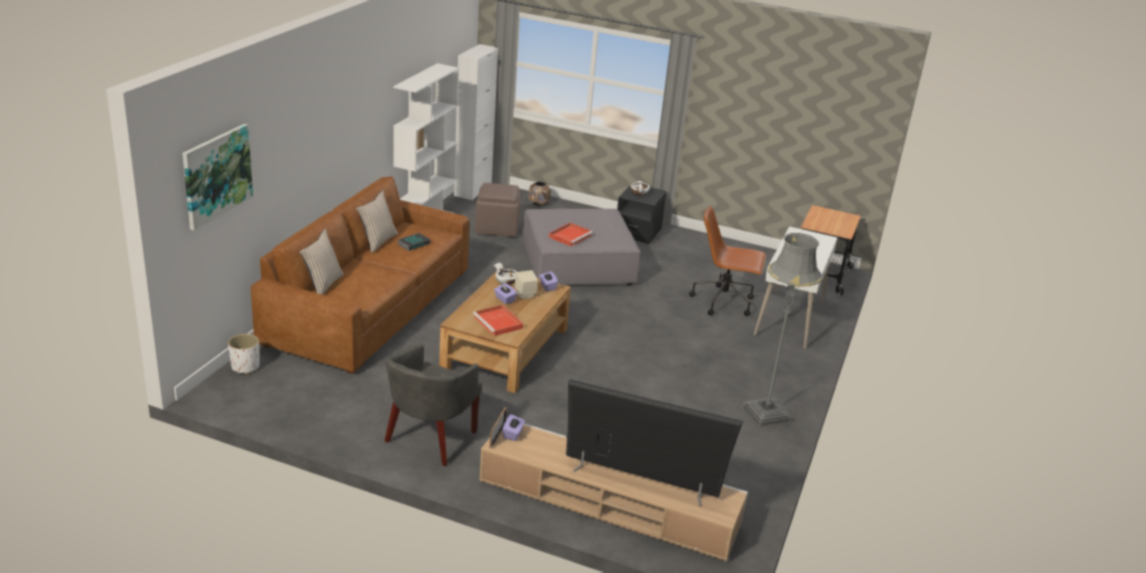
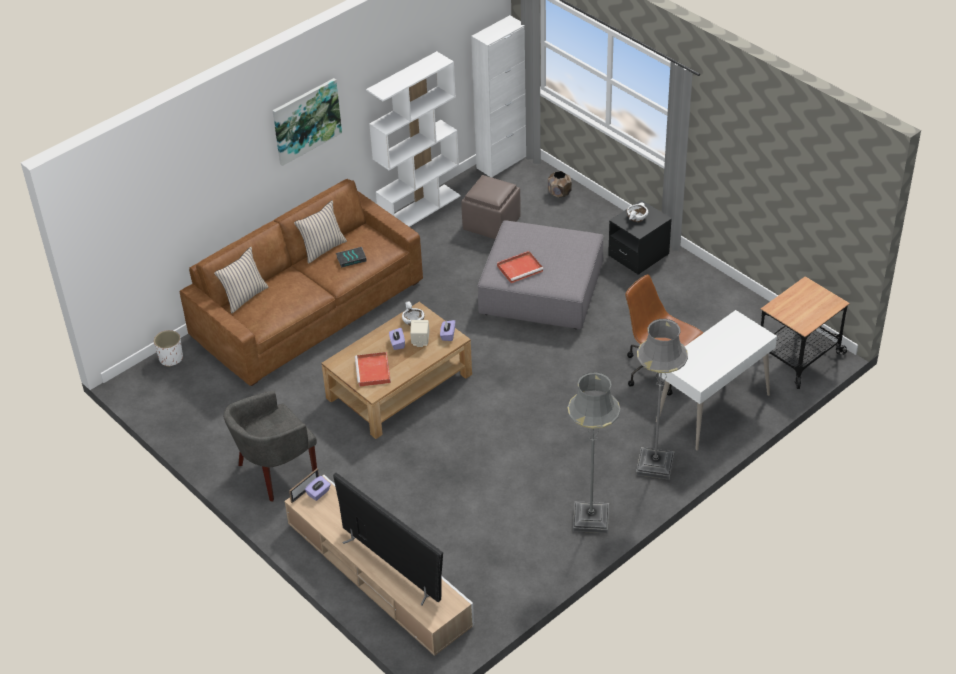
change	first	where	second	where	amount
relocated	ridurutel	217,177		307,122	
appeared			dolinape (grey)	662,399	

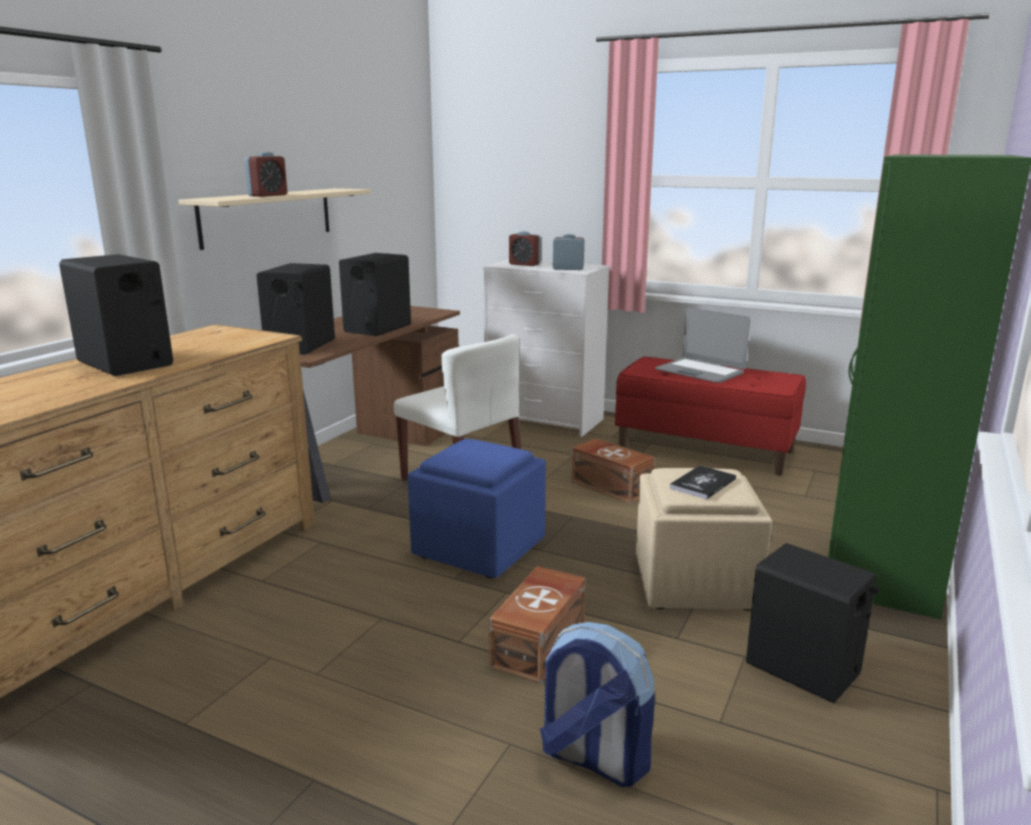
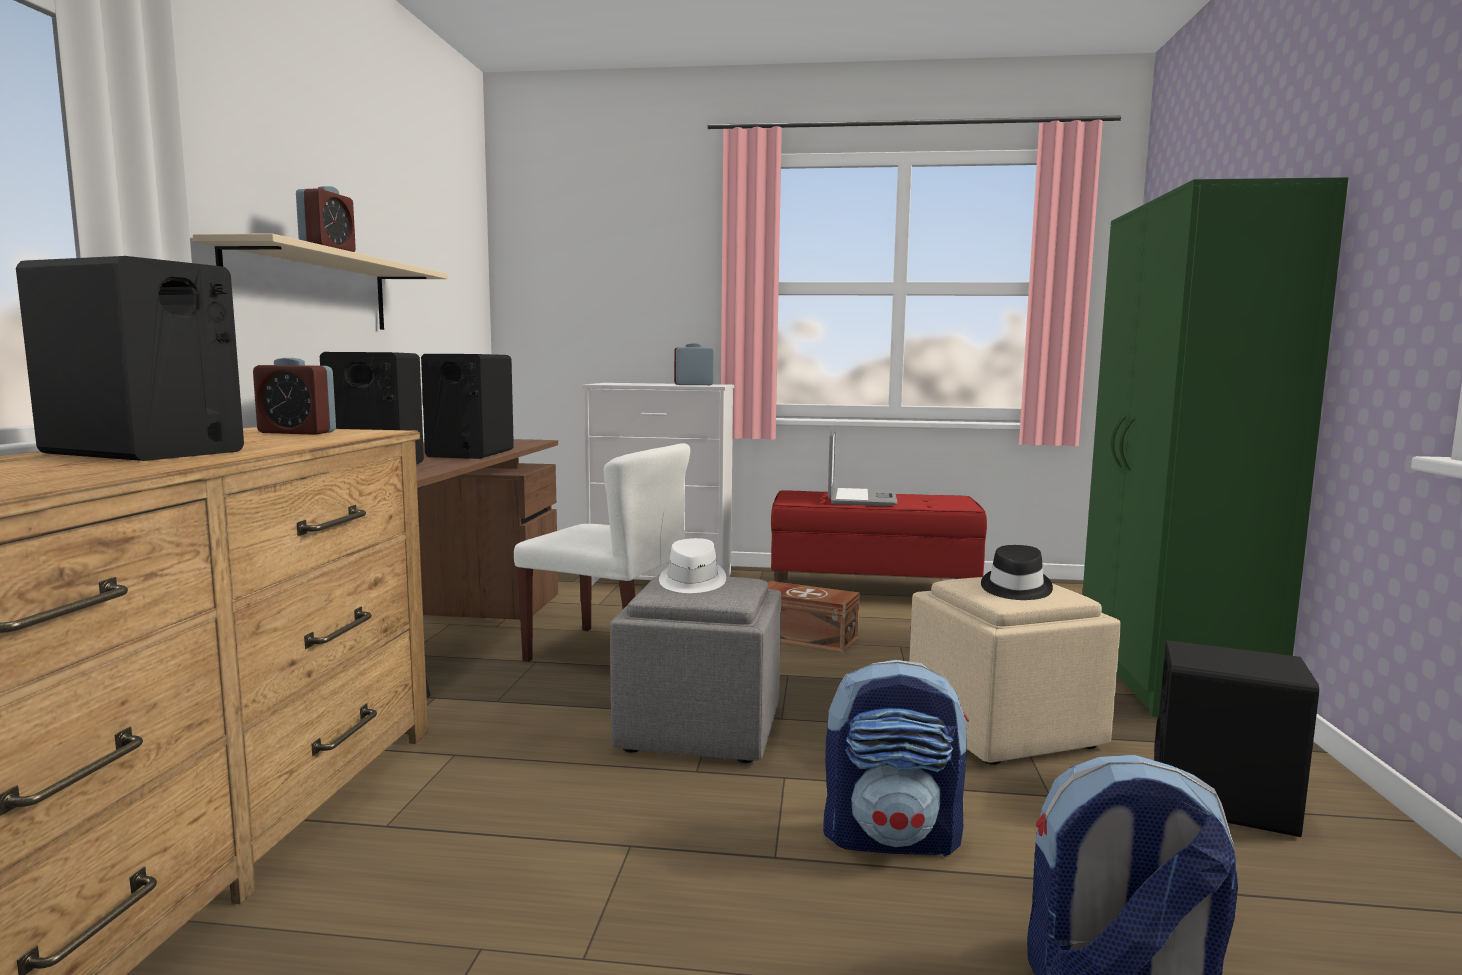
change	first	where	second	where	amount
colour	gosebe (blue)	477,508	gosebe (grey)	695,669	
exchanged	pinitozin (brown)	537,625	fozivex	896,758	
relocated	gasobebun	525,248		294,396	
spun	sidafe	702,345		863,466	105 degrees counterclockwise
exchanged	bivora	702,482	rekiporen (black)	1017,572	
appeared			rekiporen (white)	692,565	

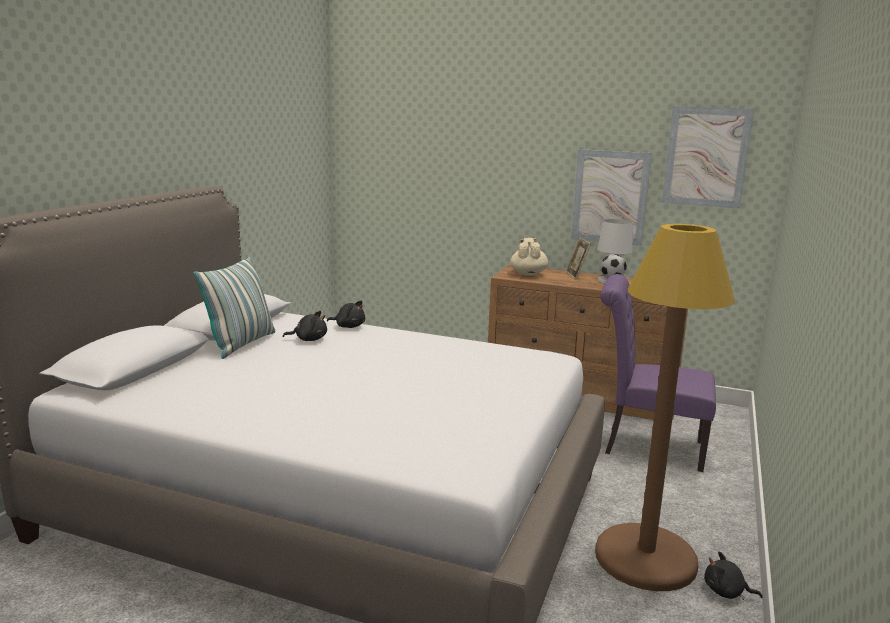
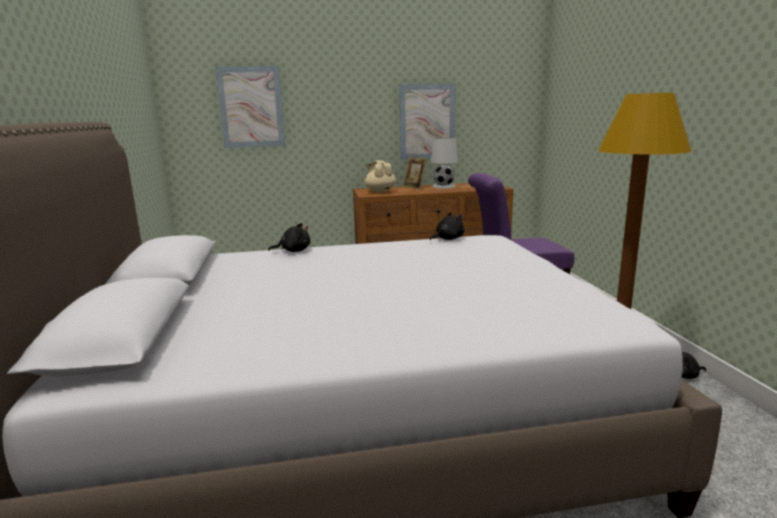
change	first	where	second	where	amount
missing	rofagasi	234,308			
relocated	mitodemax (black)	305,326		447,226	
relocated	ridurutel	708,157		250,107	

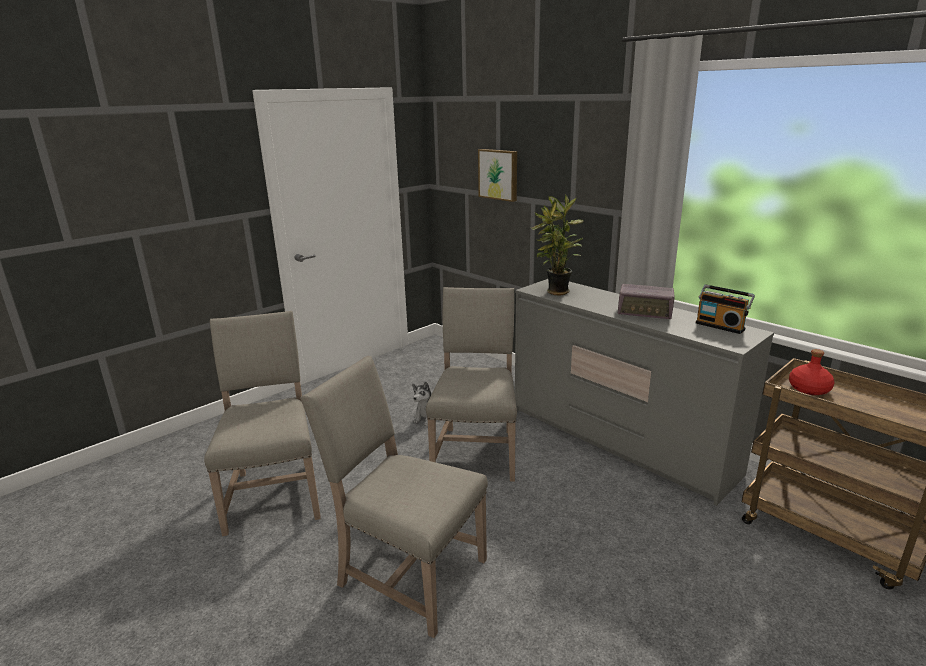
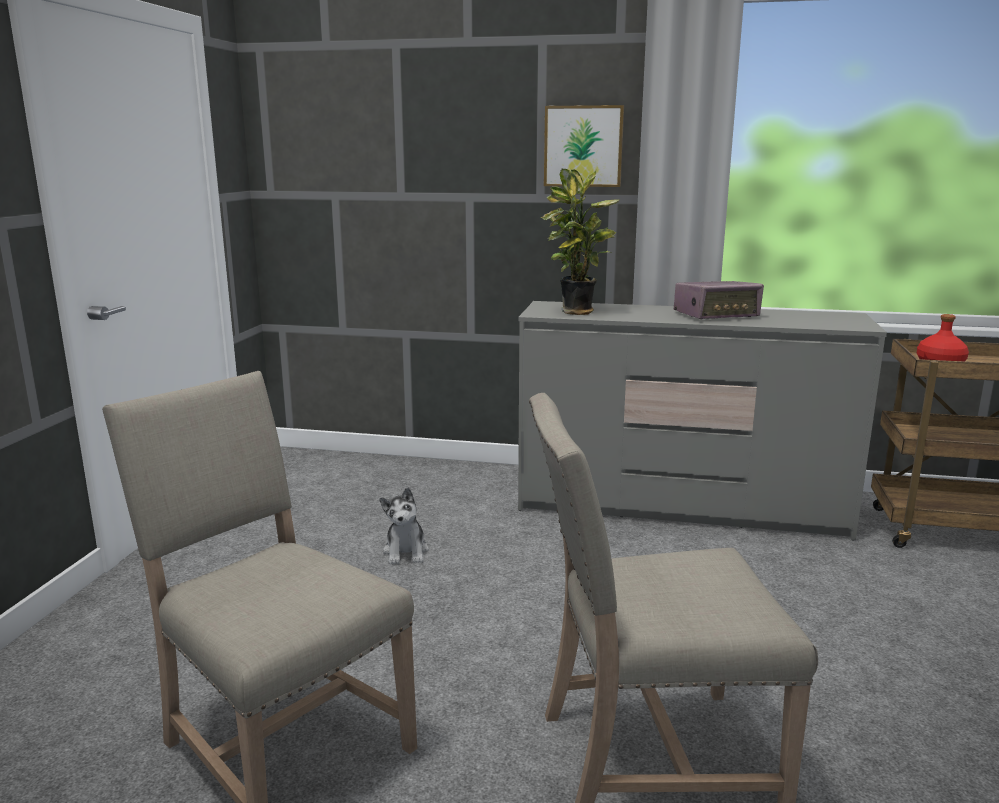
change	first	where	second	where	amount
missing	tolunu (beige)	471,384			
relocated	ridurutel	497,175		584,146	
missing	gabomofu	725,309			

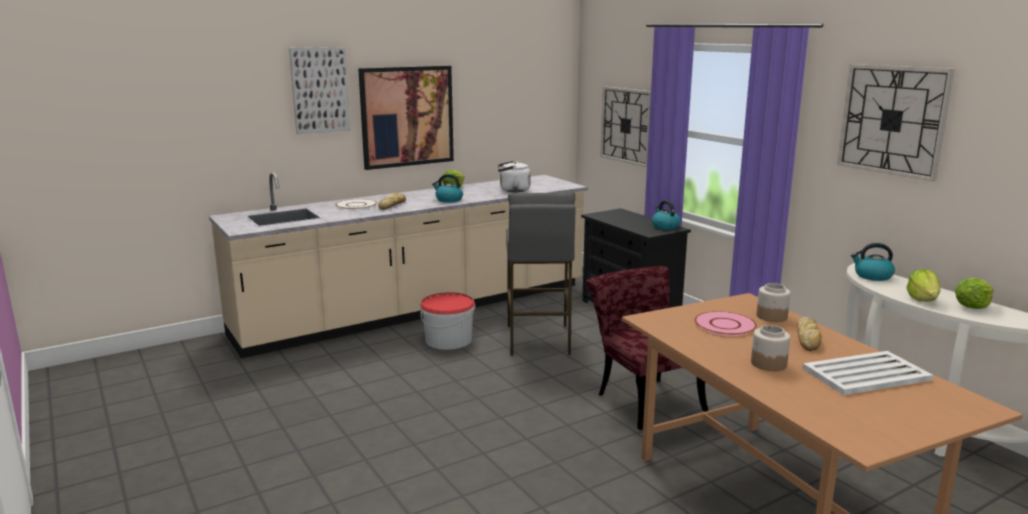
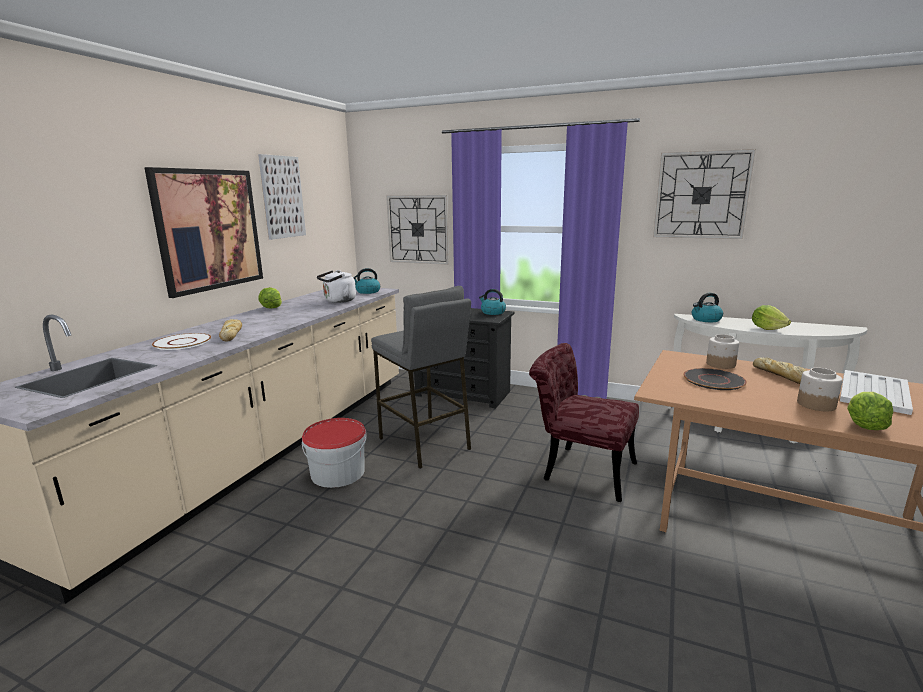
change	first	where	second	where	amount
relocated	ridurutel	320,90		282,197	
relocated	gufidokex	447,188		366,281	
colour	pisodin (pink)	725,323	pisodin (black)	715,379	
relocated	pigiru	974,293		870,411	

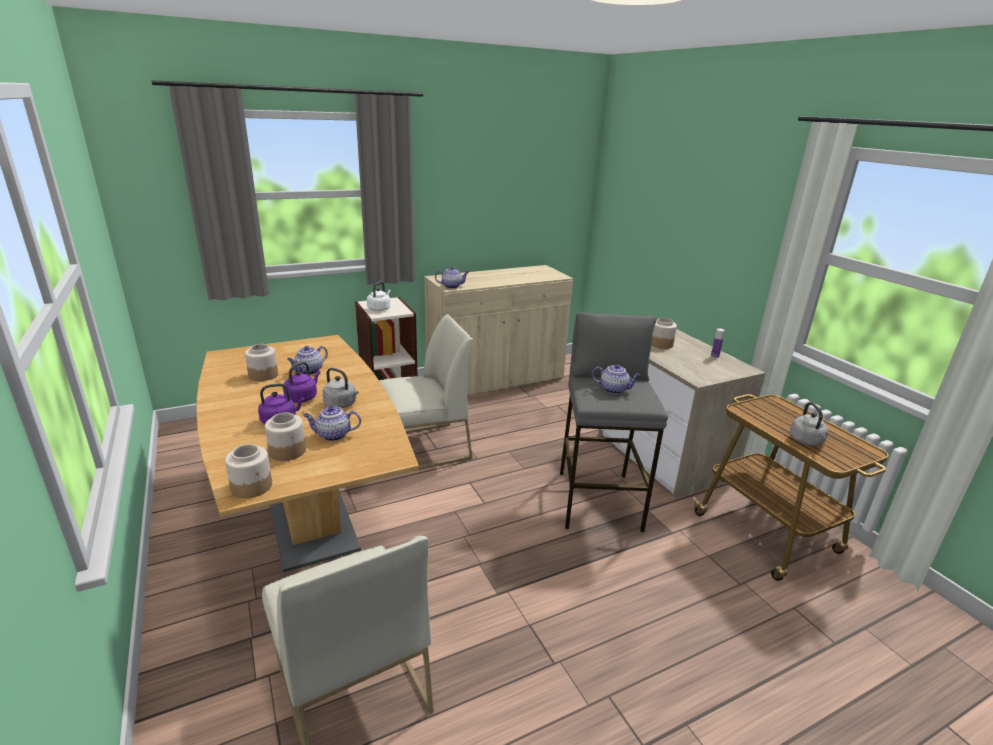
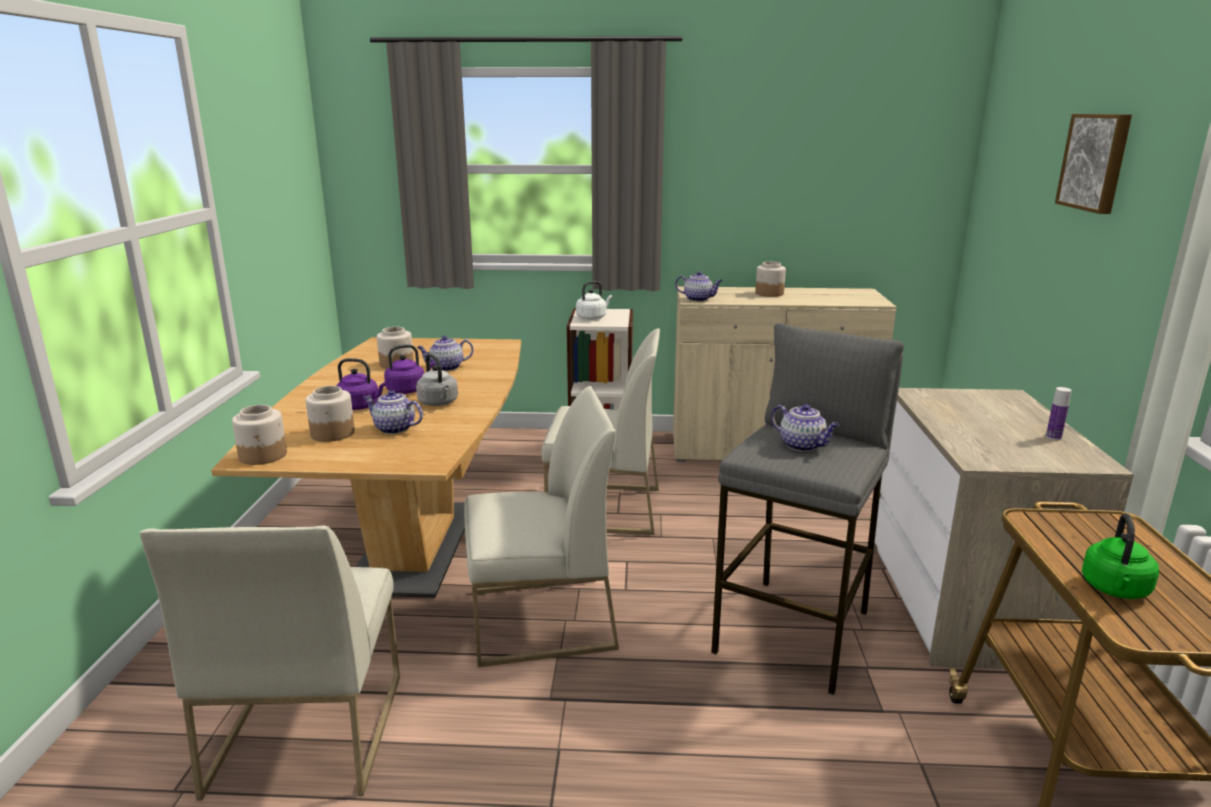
change	first	where	second	where	amount
relocated	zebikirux	664,333		770,279	
colour	gufidokex (grey)	809,424	gufidokex (green)	1120,556	
appeared			tolunu (white)	541,526	
appeared			ridurutel	1093,164	

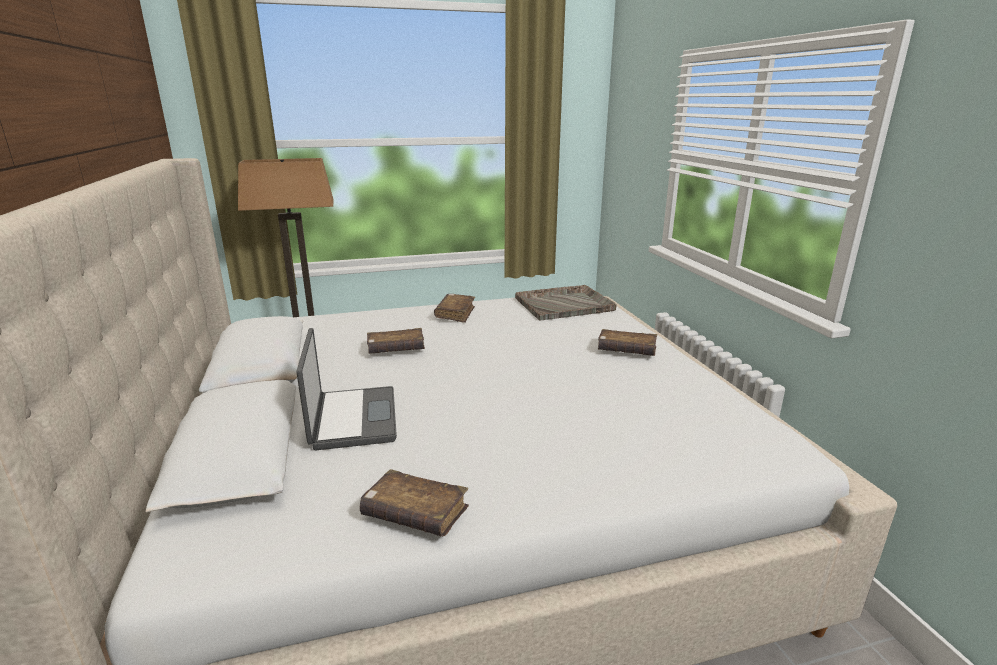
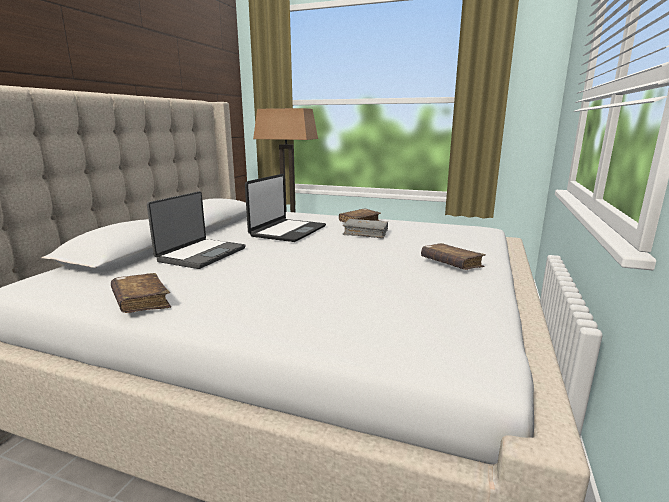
change	first	where	second	where	amount
exchanged	bivora (brown)	396,341	sidafe	285,208	
missing	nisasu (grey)	566,302			
appeared			bivora (grey)	365,229	

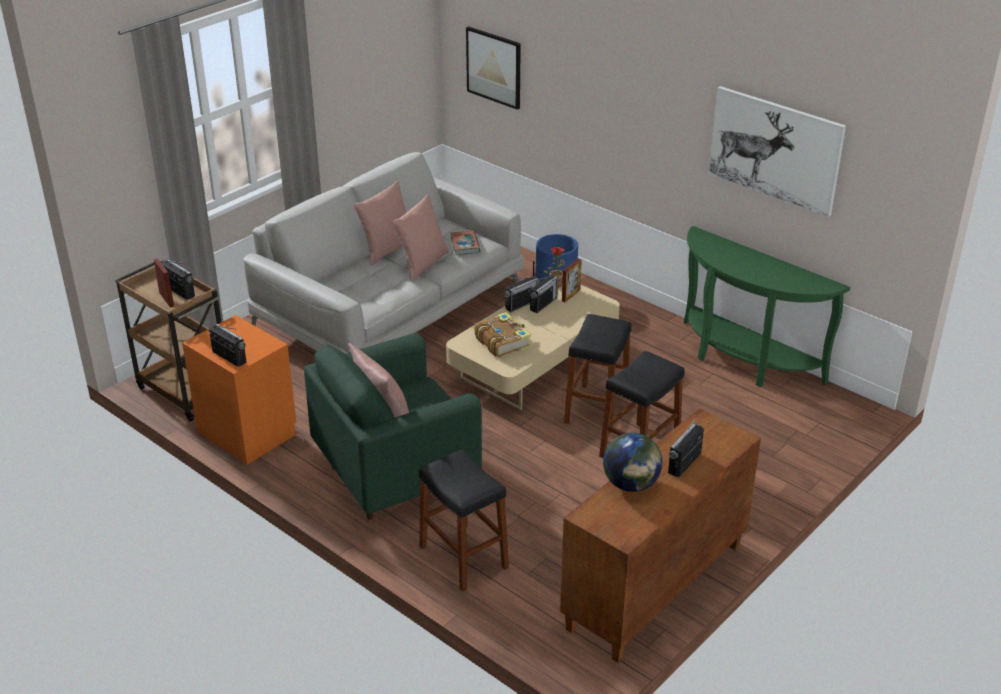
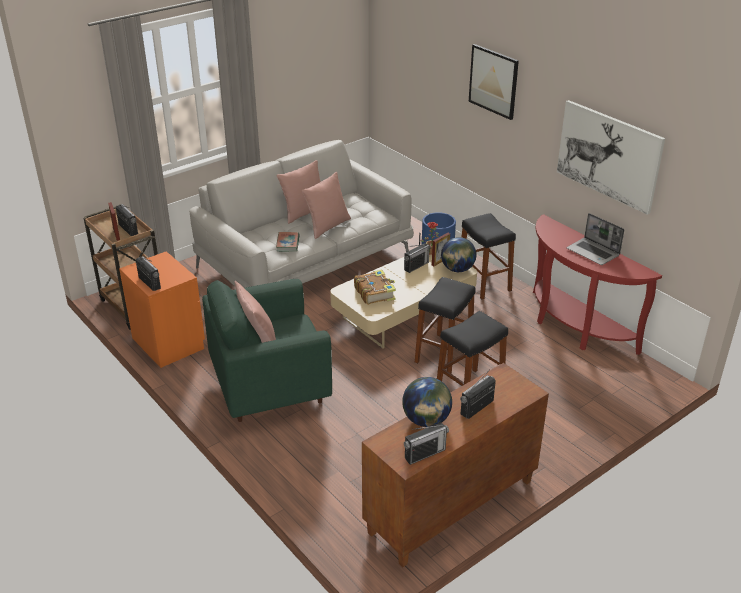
change	first	where	second	where	amount
relocated	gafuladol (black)	464,520		488,256	
relocated	bivora	465,243		288,241	
relocated	ridurutel	493,68		494,82	
relocated	gabomofu	522,294		426,444	
colour	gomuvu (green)	766,306	gomuvu (red)	597,284	
appeared			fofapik	458,254	
appeared			sidafe	595,239	

